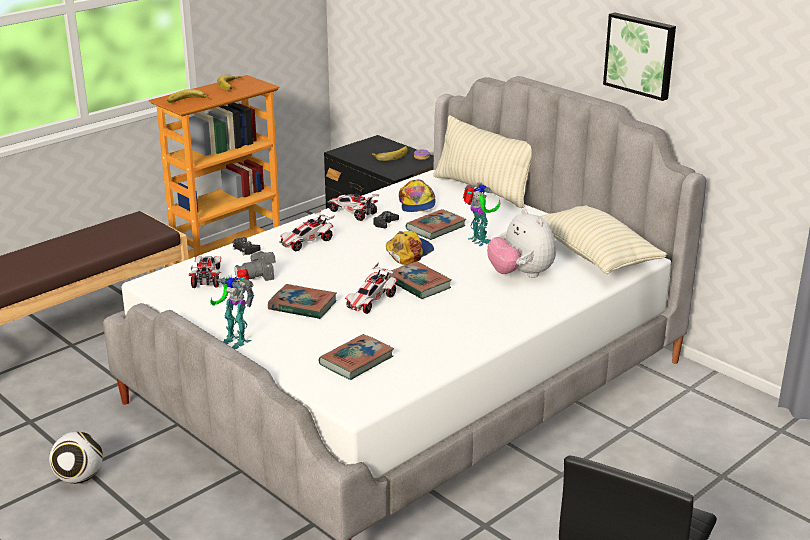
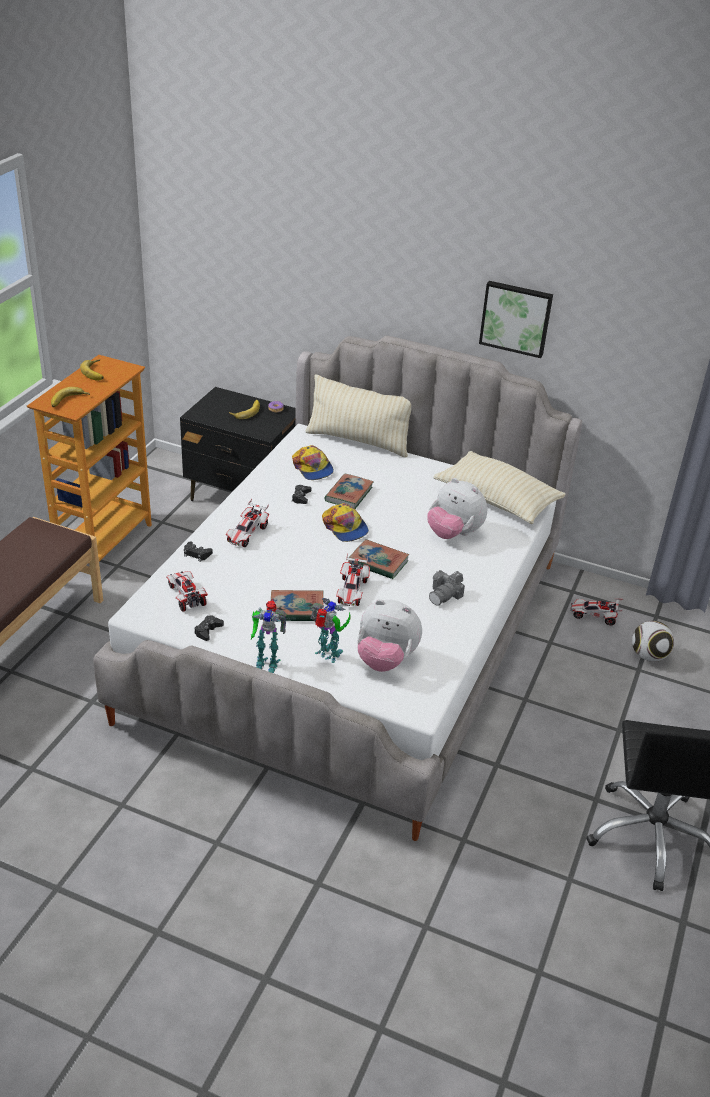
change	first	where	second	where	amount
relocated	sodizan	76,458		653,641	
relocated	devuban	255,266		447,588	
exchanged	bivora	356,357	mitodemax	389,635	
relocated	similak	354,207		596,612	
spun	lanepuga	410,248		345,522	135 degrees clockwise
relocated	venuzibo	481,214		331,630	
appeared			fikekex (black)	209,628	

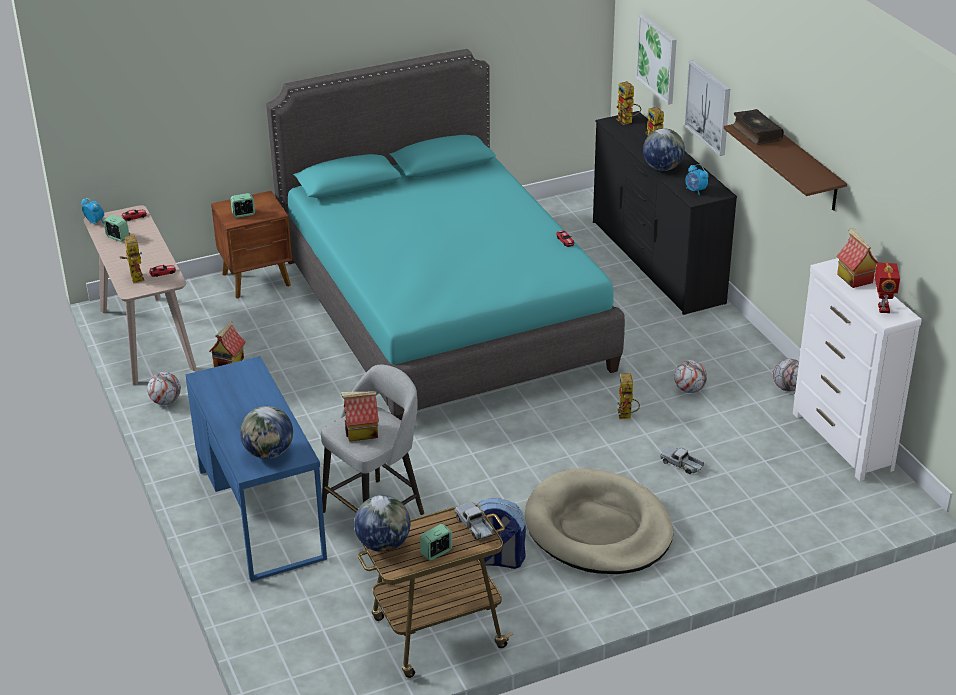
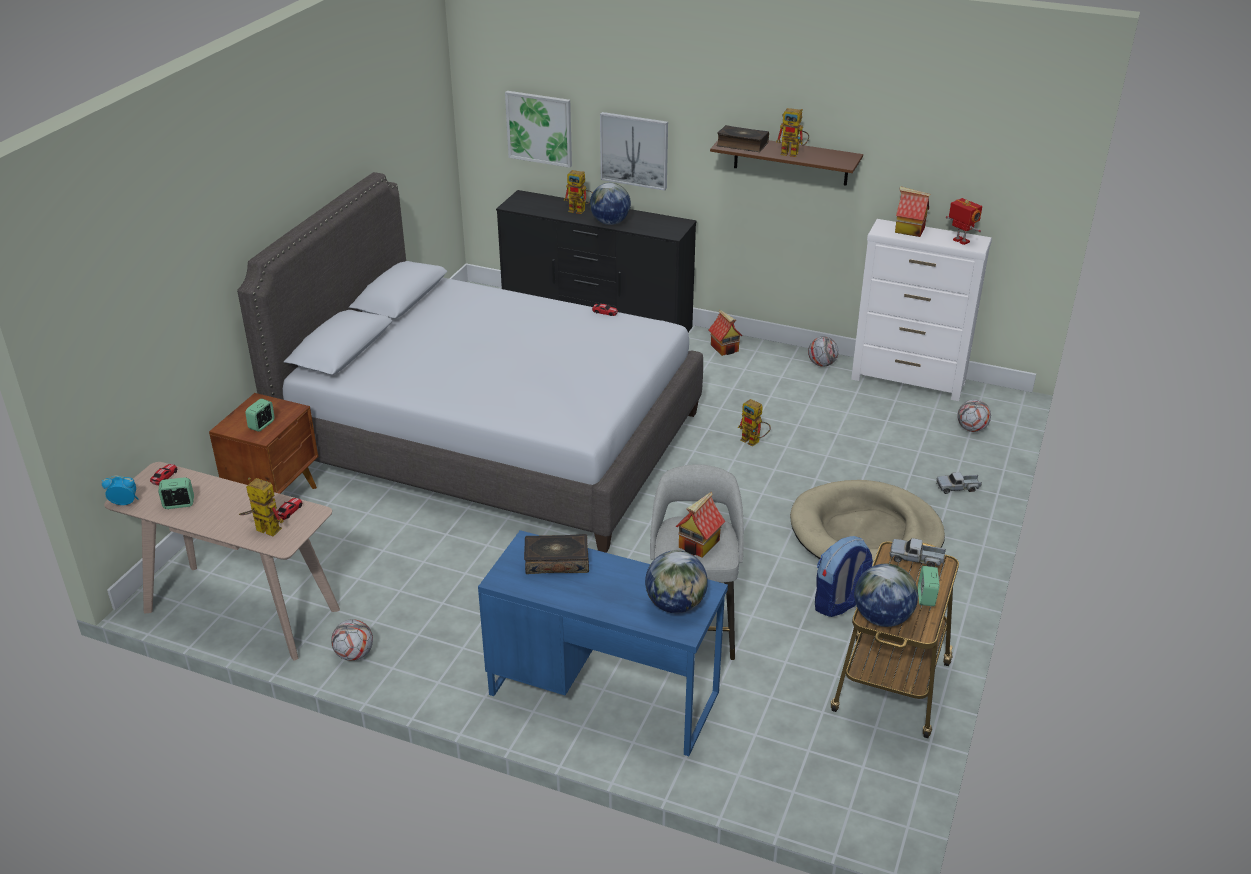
change	first	where	second	where	amount
relocated	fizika	227,344		725,333	
colour	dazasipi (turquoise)	445,234	dazasipi (grey)	470,362	
relocated	venuzibo	628,103		792,132	
relocated	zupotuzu	682,460		959,483	
relocated	sodizan	690,376		974,415	
missing	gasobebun	697,179			
appeared			bivora	556,554	

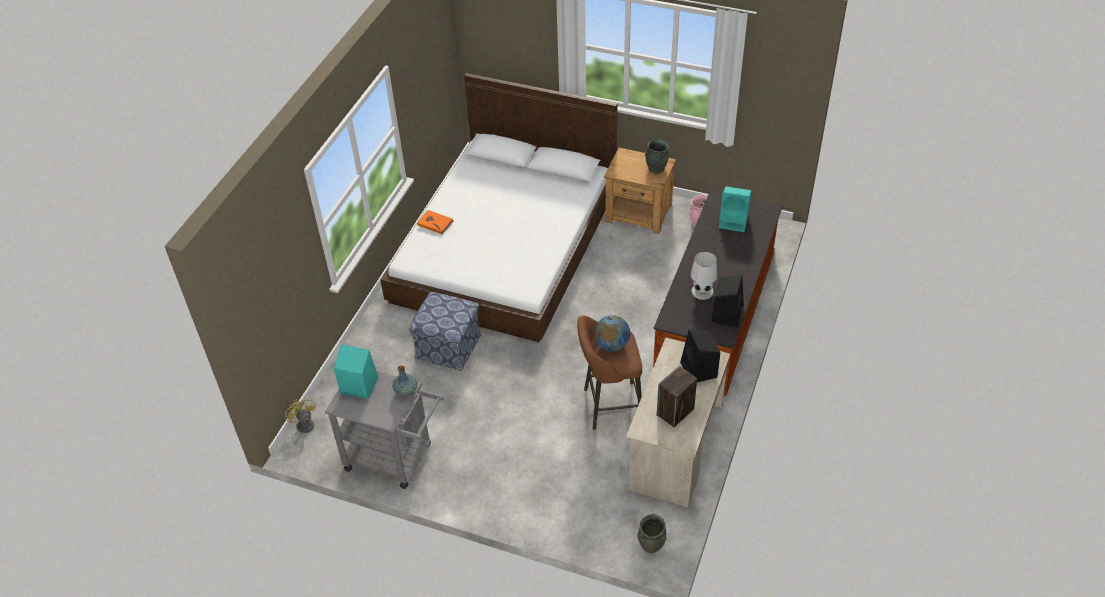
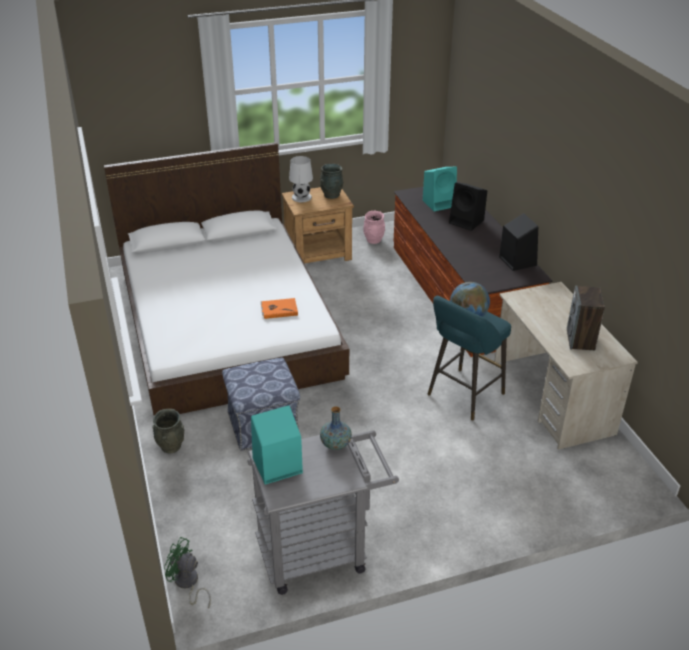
change	first	where	second	where	amount
colour	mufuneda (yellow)	300,425	mufuneda (green)	187,573	
relocated	bivora (orange)	435,222		279,308	
colour	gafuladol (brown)	609,373	gafuladol (turquoise)	469,358	
relocated	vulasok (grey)	651,533		168,431	
relocated	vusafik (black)	700,356		468,206	
relocated	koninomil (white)	704,276		301,179	

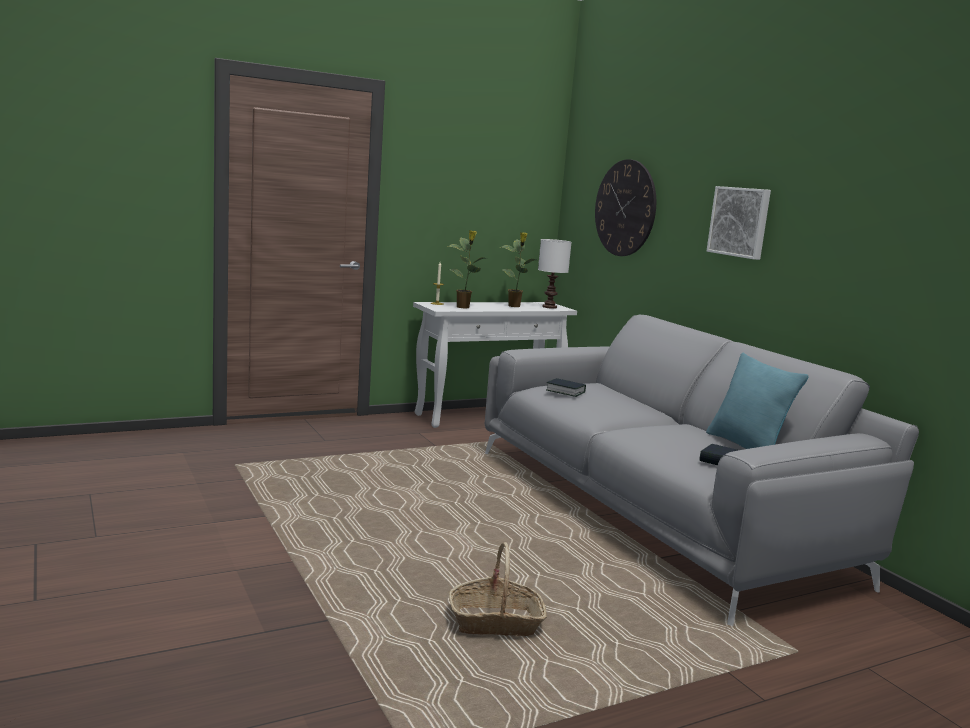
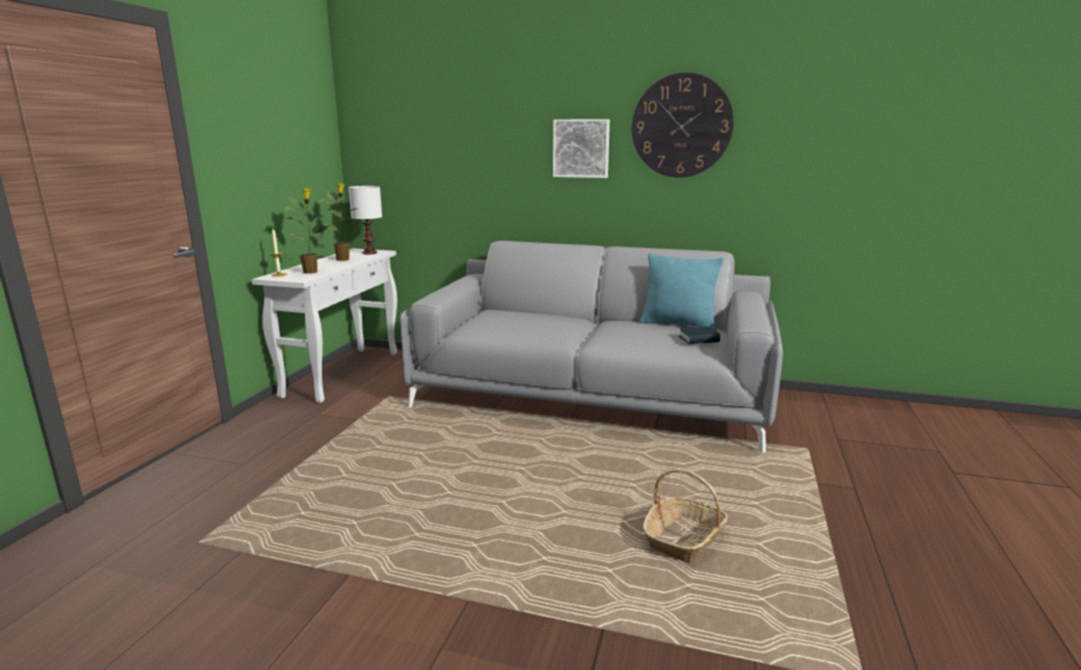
change	first	where	second	where	amount
missing	bivora	566,387			
relocated	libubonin	625,207		683,125	

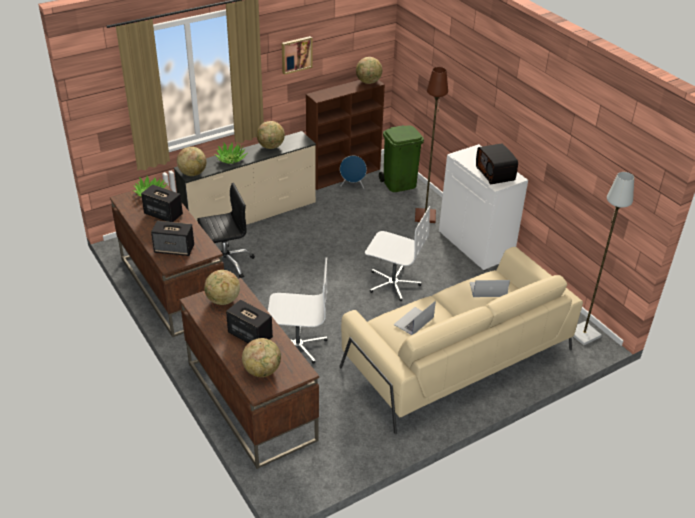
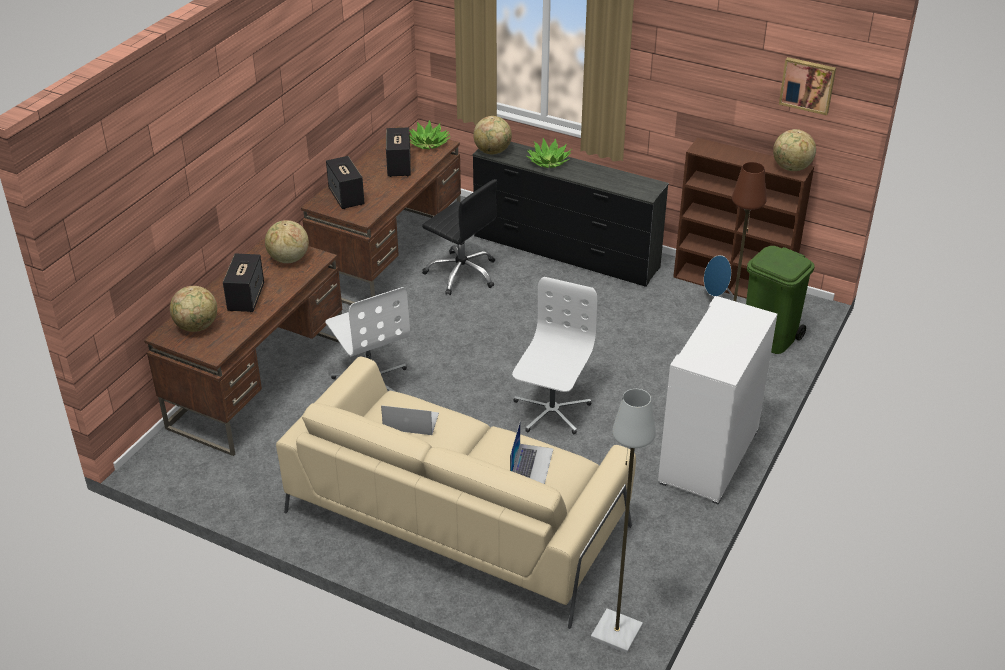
change	first	where	second	where	amount
colour	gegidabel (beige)	245,178	gegidabel (black)	570,214	
missing	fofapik	271,135			
relocated	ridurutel	297,55		807,86	
spun	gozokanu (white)	397,253		555,355	150 degrees counterclockwise
spun	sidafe	490,288		532,452	45 degrees clockwise
missing	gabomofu	497,163			

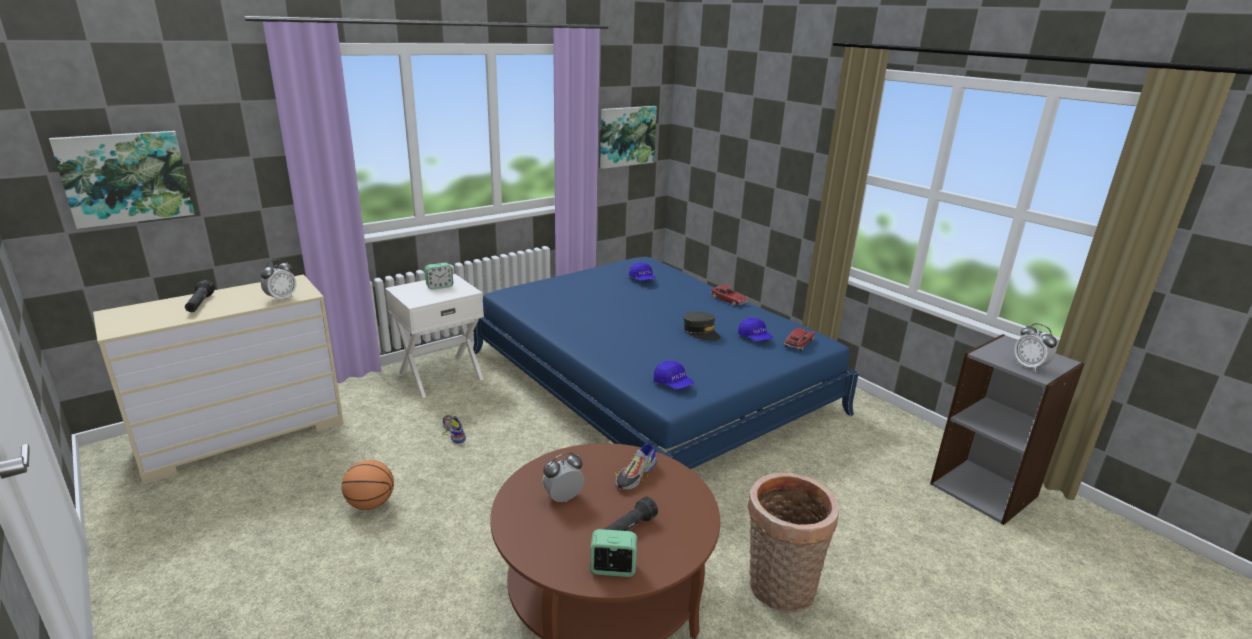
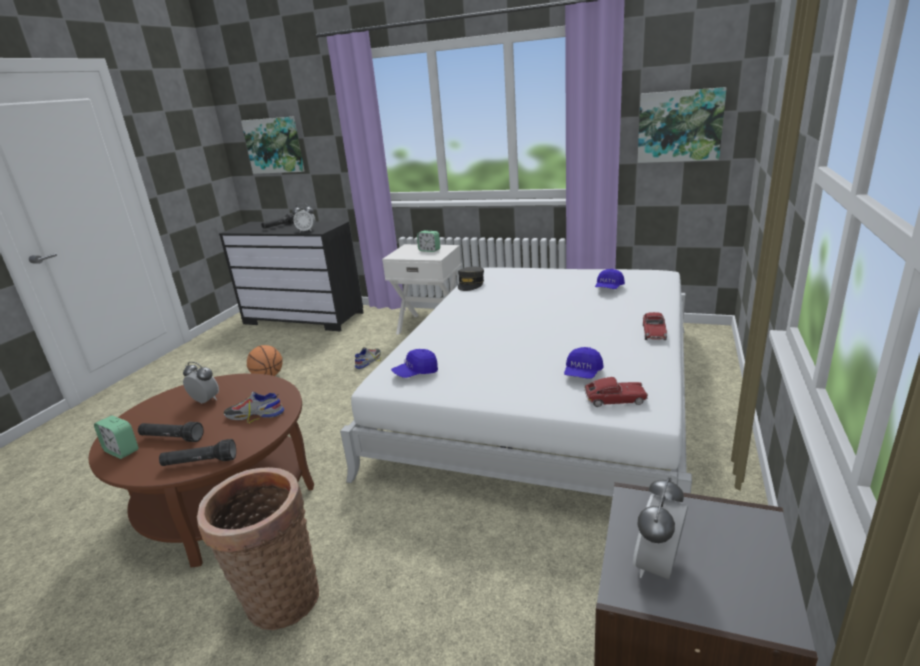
change	first	where	second	where	amount
colour	gegidabel (beige)	218,380	gegidabel (black)	291,277	
colour	dazasipi (blue)	666,363	dazasipi (white)	516,382	
spun	gasobebun	613,553		116,437	150 degrees clockwise
spun	lanepuga (blue)	673,375		414,363	45 degrees clockwise
relocated	lanepuga (grey)	701,326		471,279	
appeared			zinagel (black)	197,452	

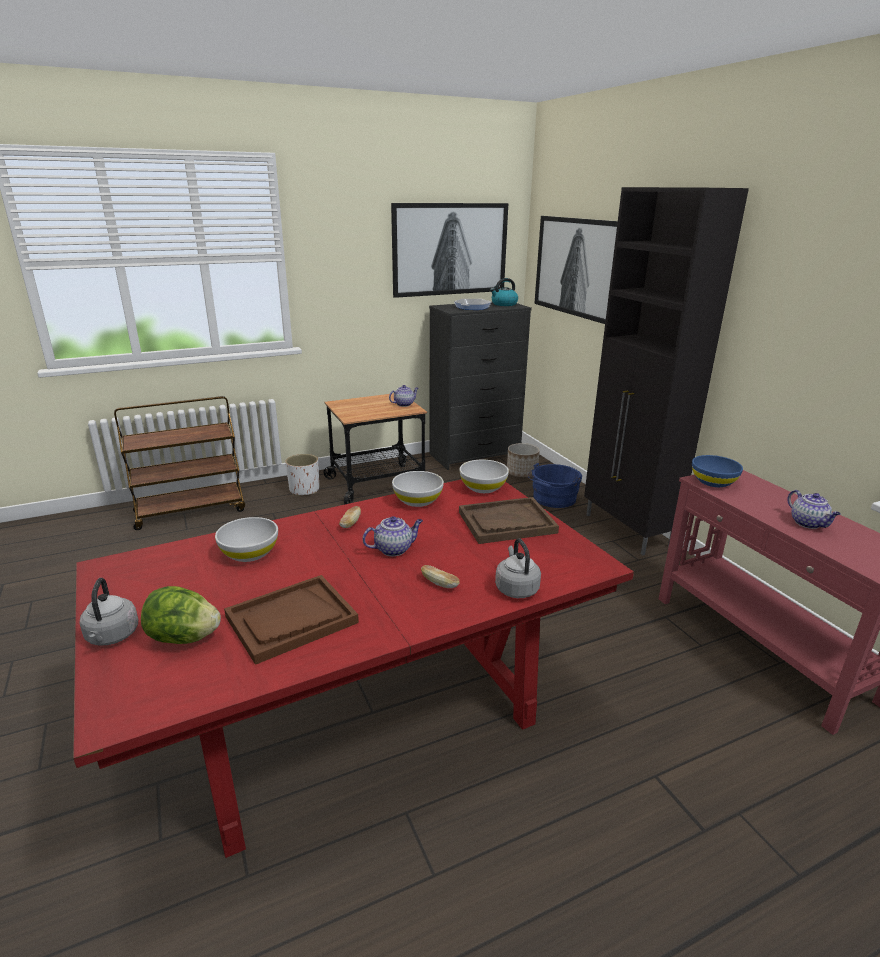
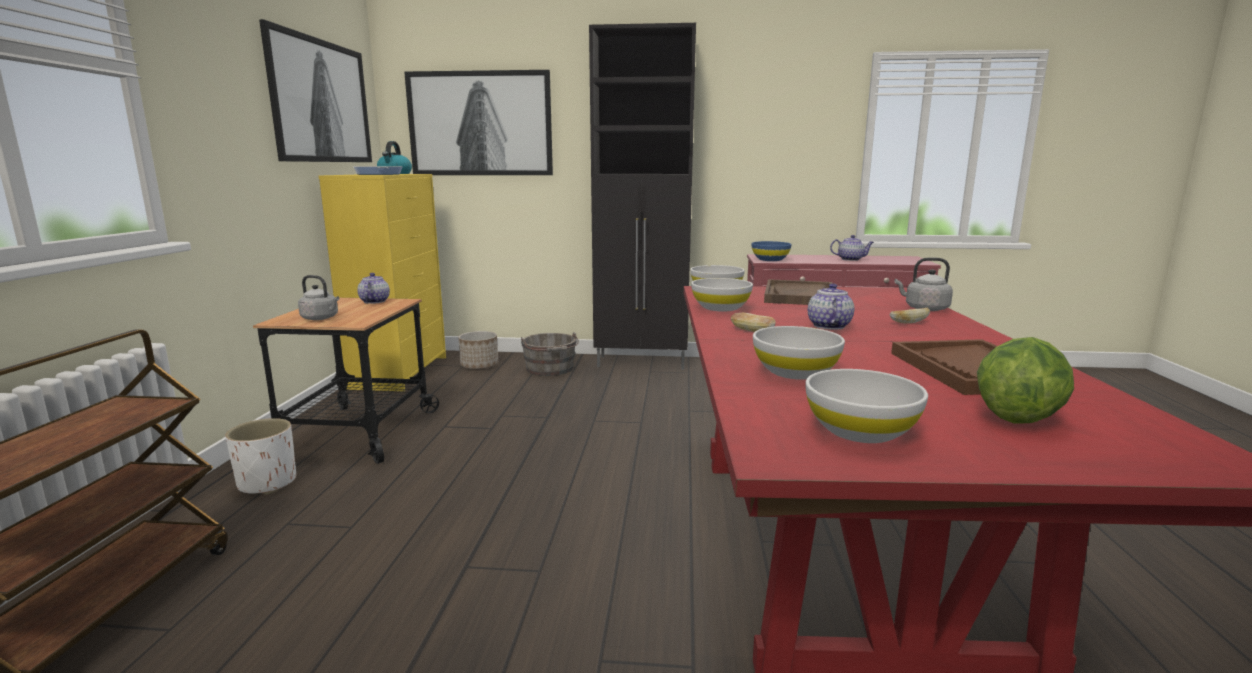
change	first	where	second	where	amount
relocated	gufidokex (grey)	109,611		318,297	
colour	gegidabel (black)	480,385	gegidabel (yellow)	382,282	
colour	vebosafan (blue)	555,485	vebosafan (grey)	550,354	
appeared			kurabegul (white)	867,406	

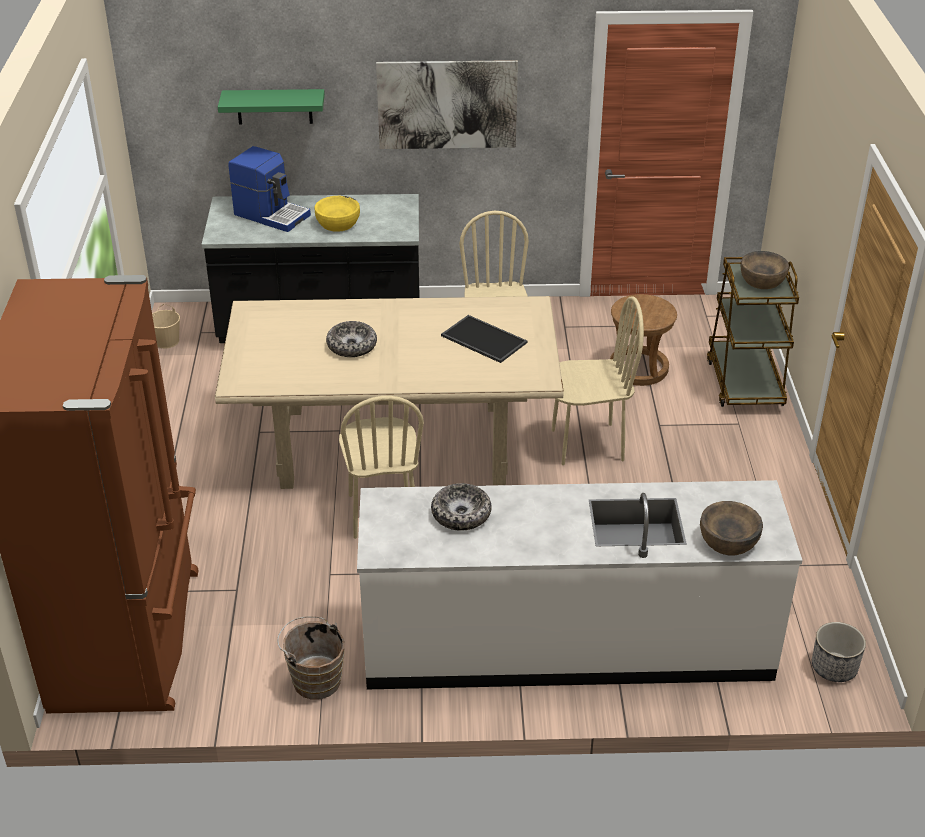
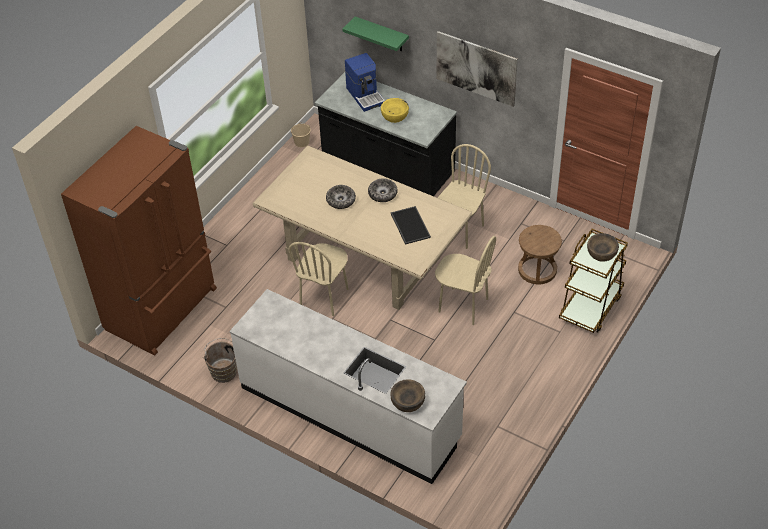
change	first	where	second	where	amount
relocated	kurabegul	461,507		383,190	
missing	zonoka	839,652			

